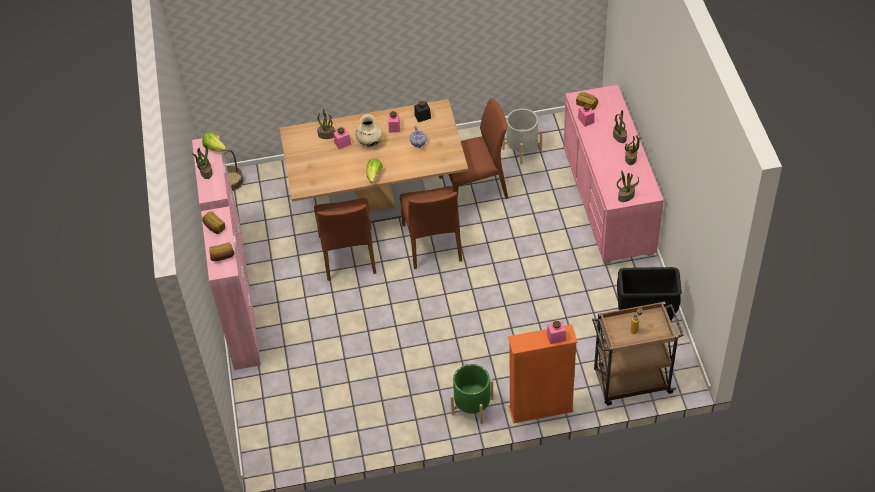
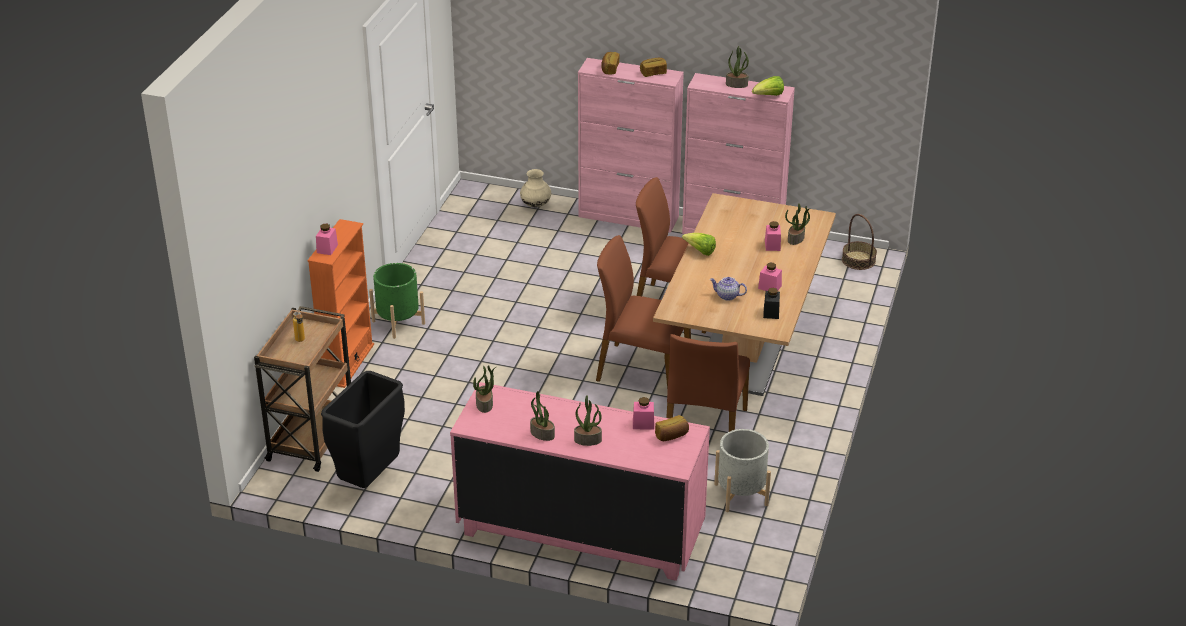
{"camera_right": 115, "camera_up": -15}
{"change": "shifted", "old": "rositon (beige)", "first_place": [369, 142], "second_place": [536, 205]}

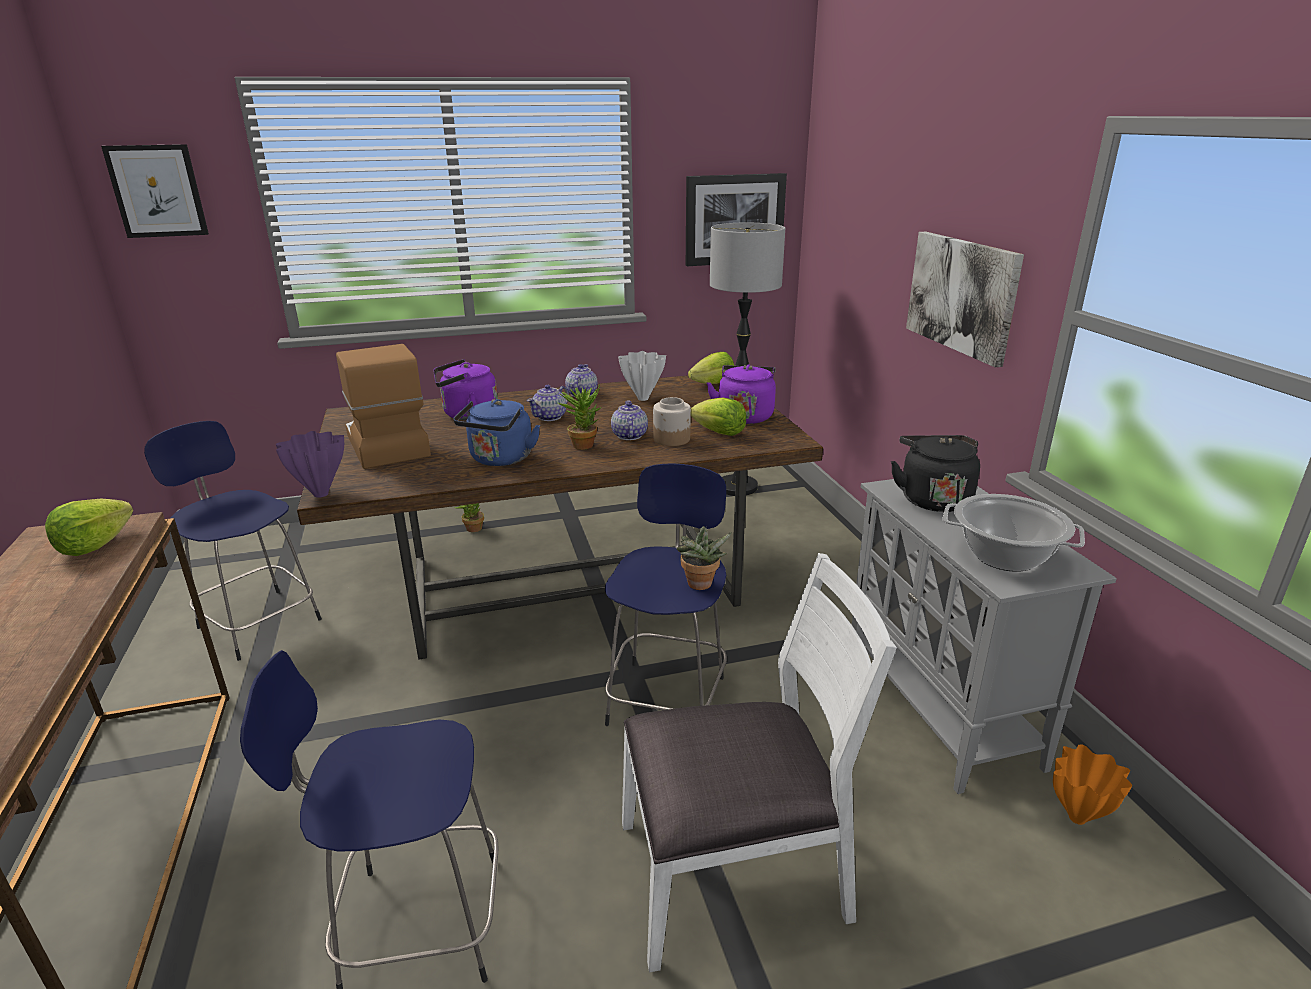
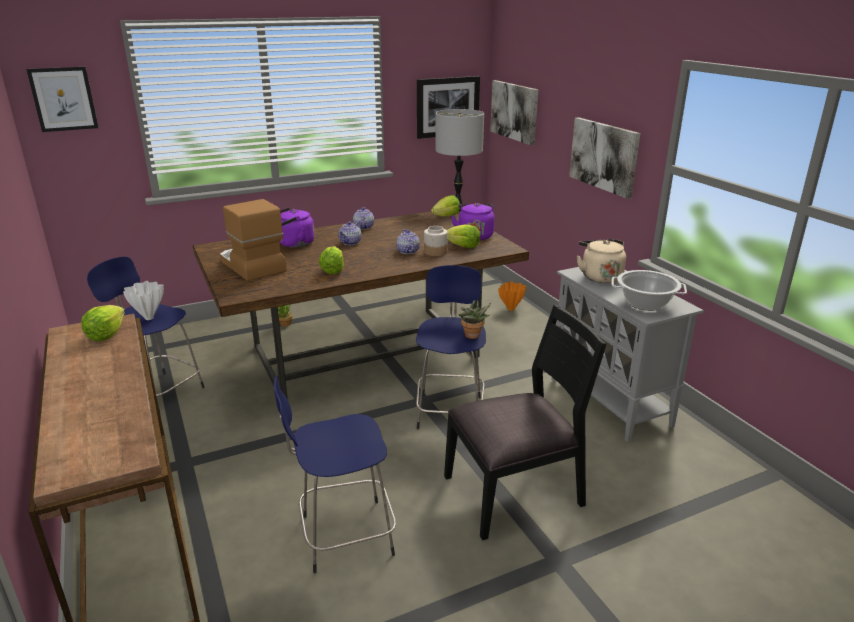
{"camera_right": -10, "camera_up": 0}
{"change": "shifted", "old": "rositon (white)", "first_place": [643, 398], "second_place": [149, 318]}
{"change": "gone", "old": "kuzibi", "first_place": [583, 444]}
{"change": "swapped", "old": "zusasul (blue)", "new": "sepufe", "first_place": [500, 459], "second_place": [333, 270]}
{"change": "gone", "old": "rositon (purple)", "first_place": [321, 493]}
{"change": "repainted", "old": "zusasul (black)", "new": "zusasul (beige)", "first_place": [932, 498], "second_place": [600, 277]}
{"change": "repainted", "old": "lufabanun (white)", "new": "lufabanun (black)", "first_place": [734, 873], "second_place": [515, 492]}
{"change": "shifted", "old": "rositon (orange)", "first_place": [1078, 818], "second_place": [511, 309]}
{"change": "new", "new": "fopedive", "second_place": [514, 111]}

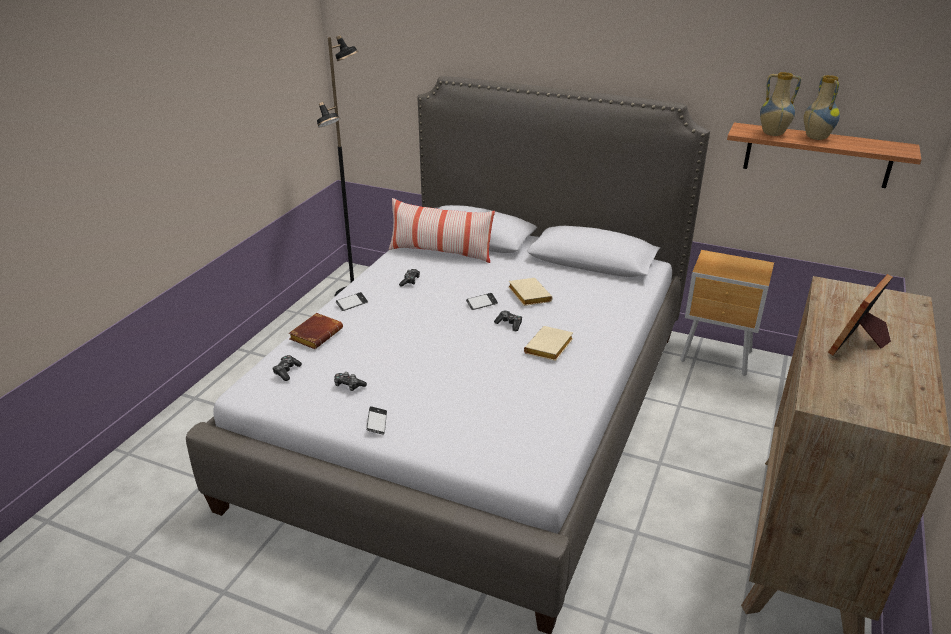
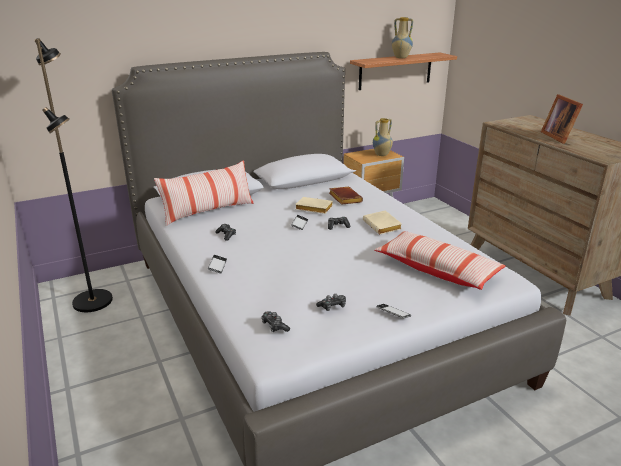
{"camera_right": -50, "camera_up": -5}
{"change": "shifted", "old": "rositon", "first_place": [772, 134], "second_place": [382, 155]}
{"change": "shifted", "old": "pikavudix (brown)", "first_place": [316, 334], "second_place": [344, 198]}
{"change": "new", "new": "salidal", "second_place": [437, 269]}

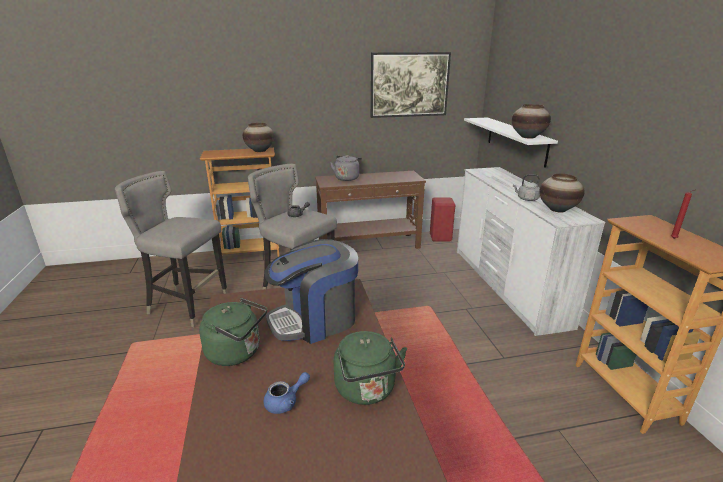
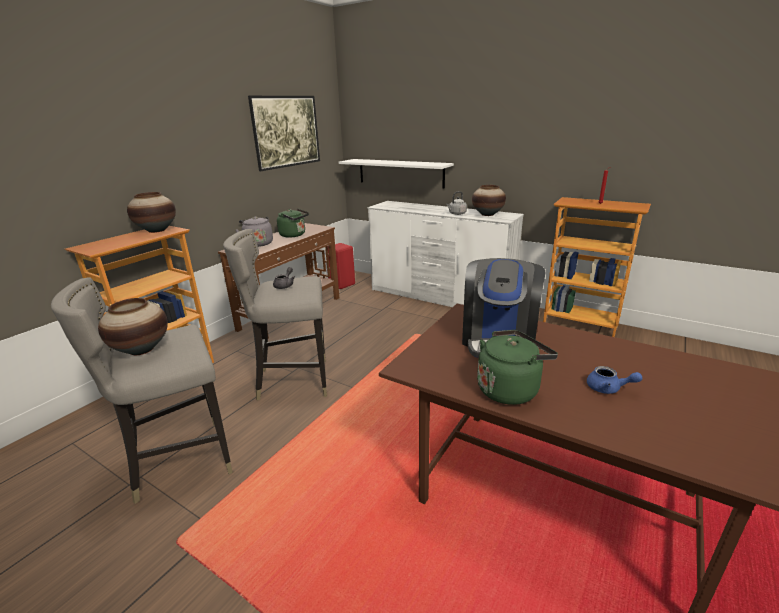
{"camera_right": -45, "camera_up": 0}
{"change": "shifted", "old": "rositon", "first_place": [528, 137], "second_place": [141, 349]}
{"change": "shifted", "old": "zusasul (green)", "first_place": [367, 390], "second_place": [294, 235]}
{"change": "rotated", "old": "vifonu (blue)", "first_place": [286, 402], "second_place": [608, 389], "degrees": 105}

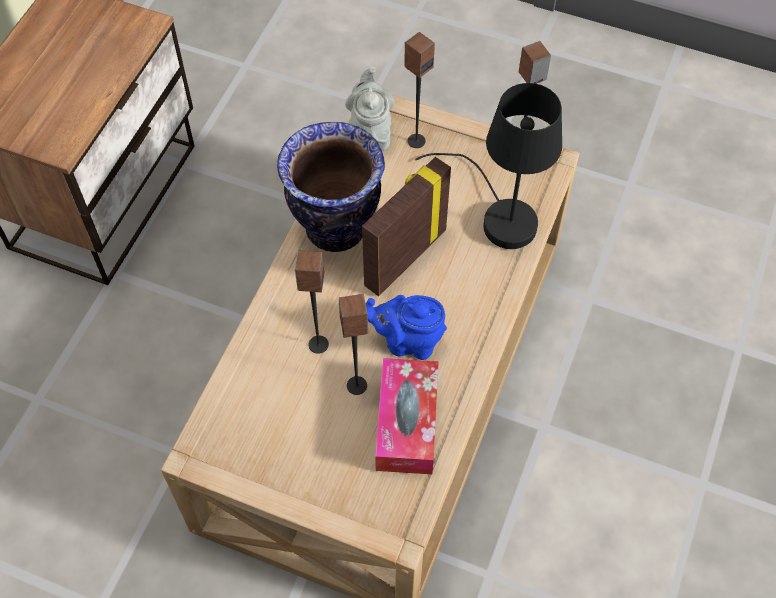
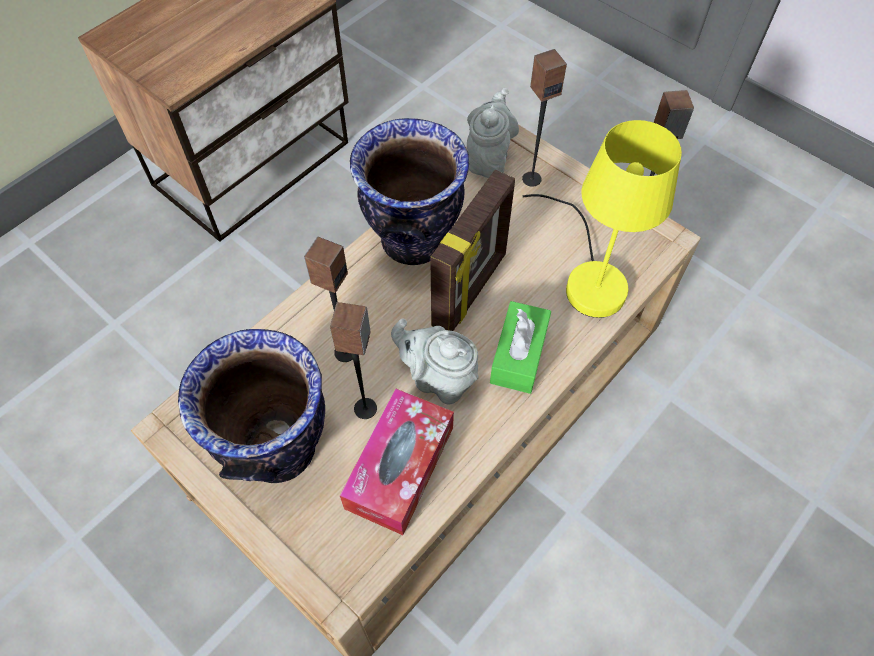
{"camera_right": 20, "camera_up": 0}
{"change": "repainted", "old": "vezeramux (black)", "new": "vezeramux (yellow)", "first_place": [499, 214], "second_place": [589, 276]}
{"change": "rotated", "old": "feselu", "first_place": [404, 257], "second_place": [471, 290], "degrees": 150}
{"change": "repainted", "old": "vifonu (blue)", "new": "vifonu (grey)", "first_place": [408, 341], "second_place": [438, 379]}
{"change": "new", "new": "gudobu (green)", "second_place": [519, 355]}
{"change": "new", "new": "rositon", "second_place": [277, 448]}

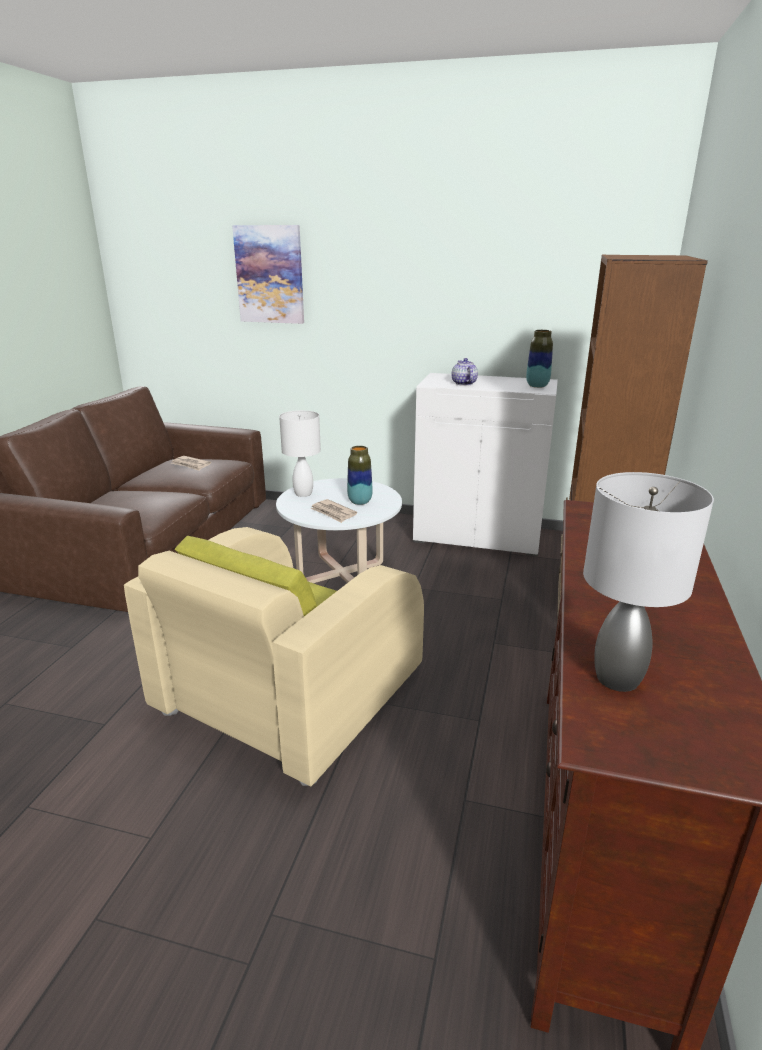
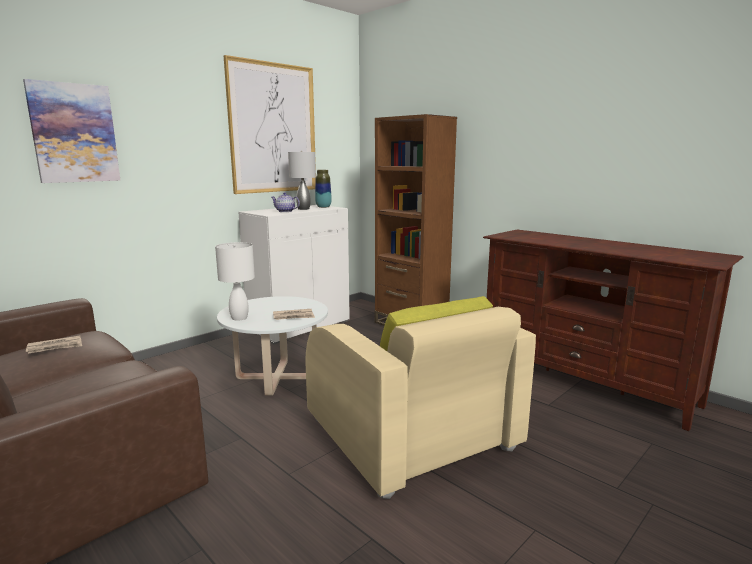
{"camera_right": -60, "camera_up": -10}
{"change": "gone", "old": "rositon", "first_place": [360, 502]}
{"change": "shifted", "old": "vezeramux (grey)", "first_place": [617, 679], "second_place": [304, 209]}
{"change": "new", "new": "fopedive", "second_place": [273, 129]}

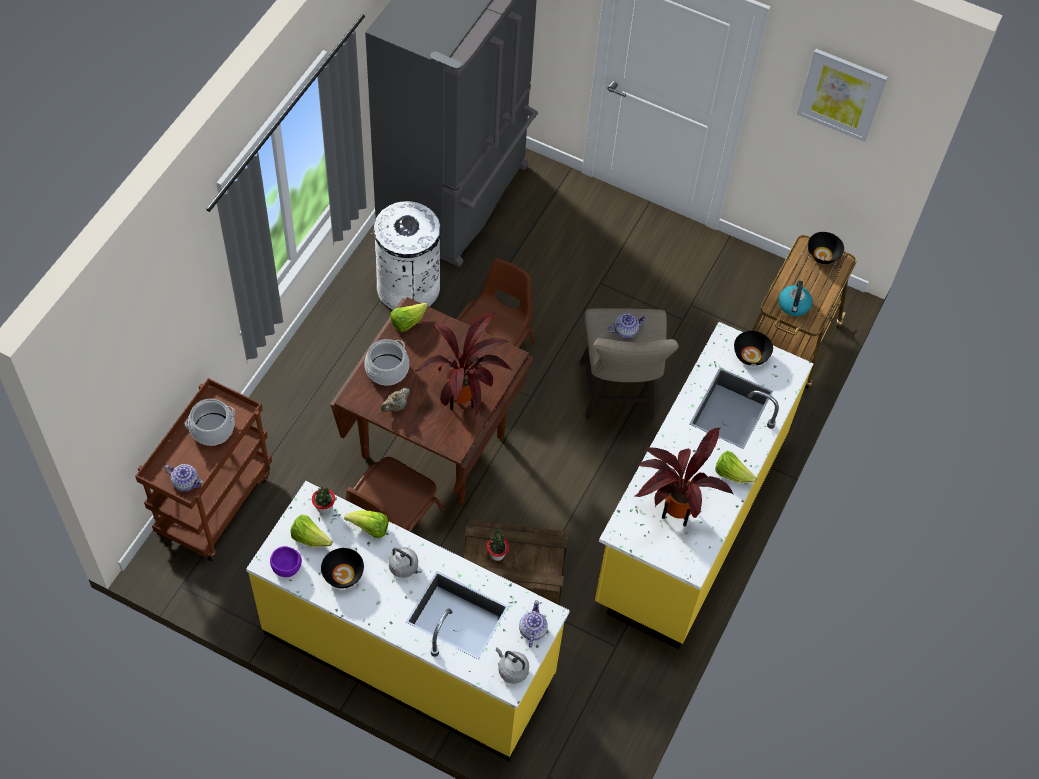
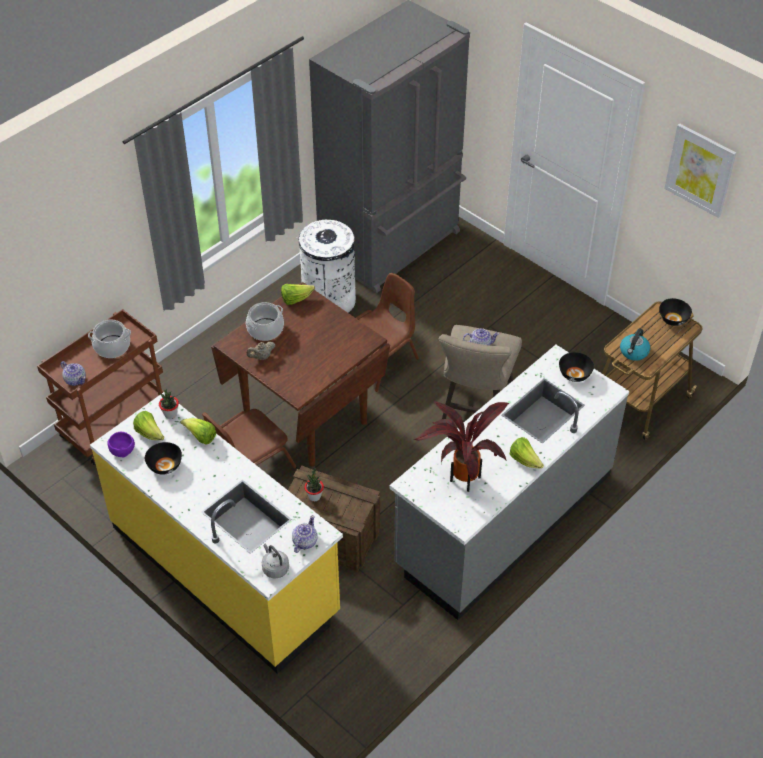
{"camera_right": 20, "camera_up": -10}
{"change": "gone", "old": "kuzibi", "first_place": [464, 399]}
{"change": "repainted", "old": "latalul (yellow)", "new": "latalul (grey)", "first_place": [689, 520], "second_place": [503, 520]}
{"change": "gone", "old": "zusasul (grey)", "first_place": [405, 567]}

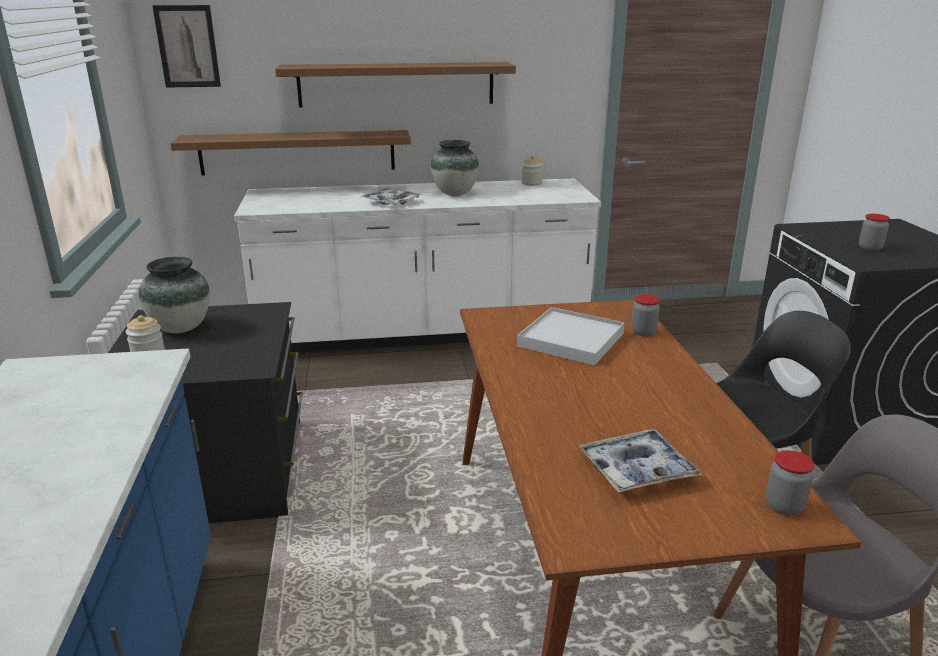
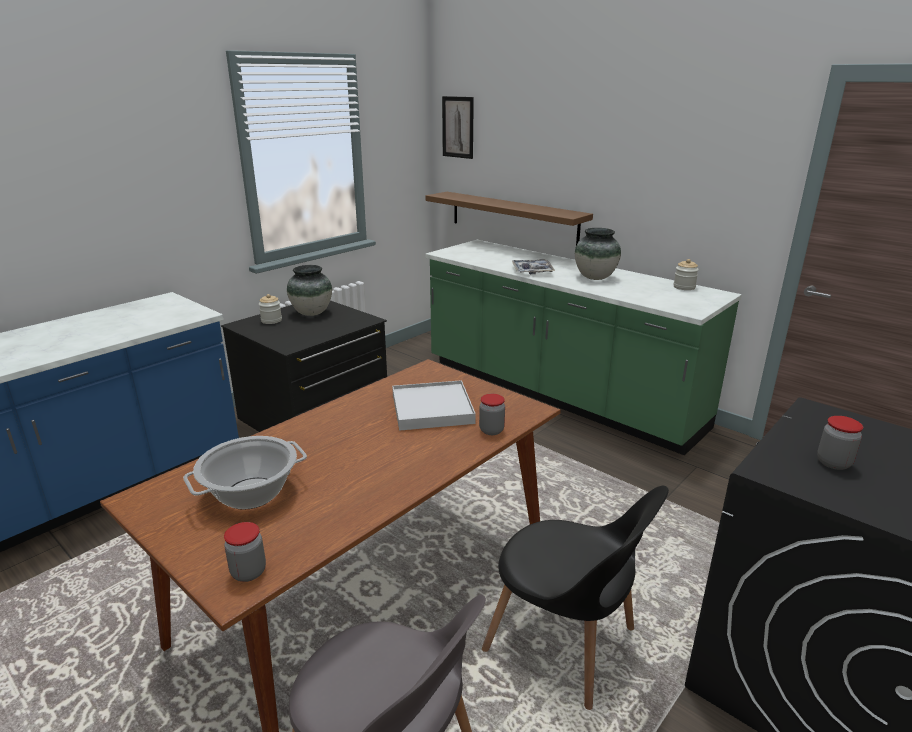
{"camera_right": 50, "camera_up": 0}
{"change": "gone", "old": "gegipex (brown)", "first_place": [396, 84]}
{"change": "repainted", "old": "latalul (white)", "new": "latalul (green)", "first_place": [423, 334], "second_place": [557, 394]}
{"change": "swapped", "old": "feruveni", "new": "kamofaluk", "first_place": [637, 470], "second_place": [251, 494]}

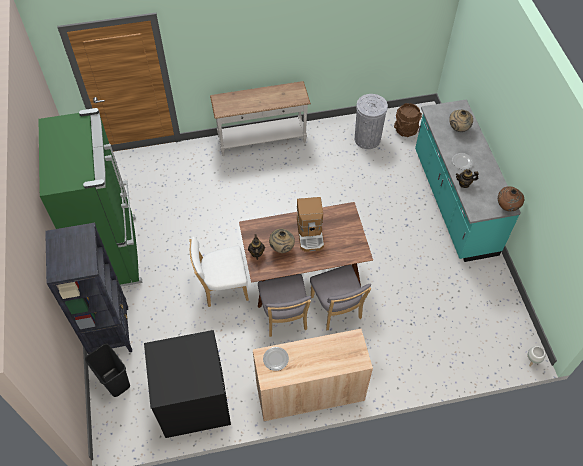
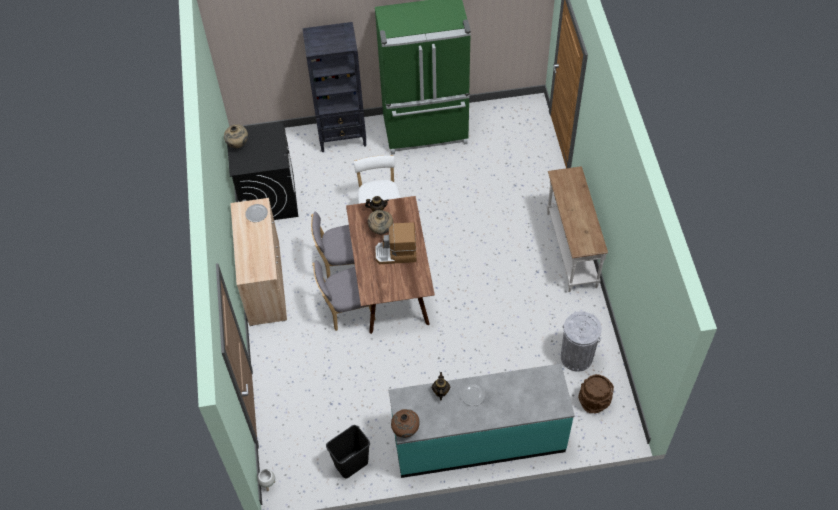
{"camera_right": 95, "camera_up": 0}
{"change": "shifted", "old": "rositon (beige)", "first_place": [458, 129], "second_place": [238, 144]}
{"change": "shifted", "old": "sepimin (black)", "first_place": [115, 382], "second_place": [351, 463]}

